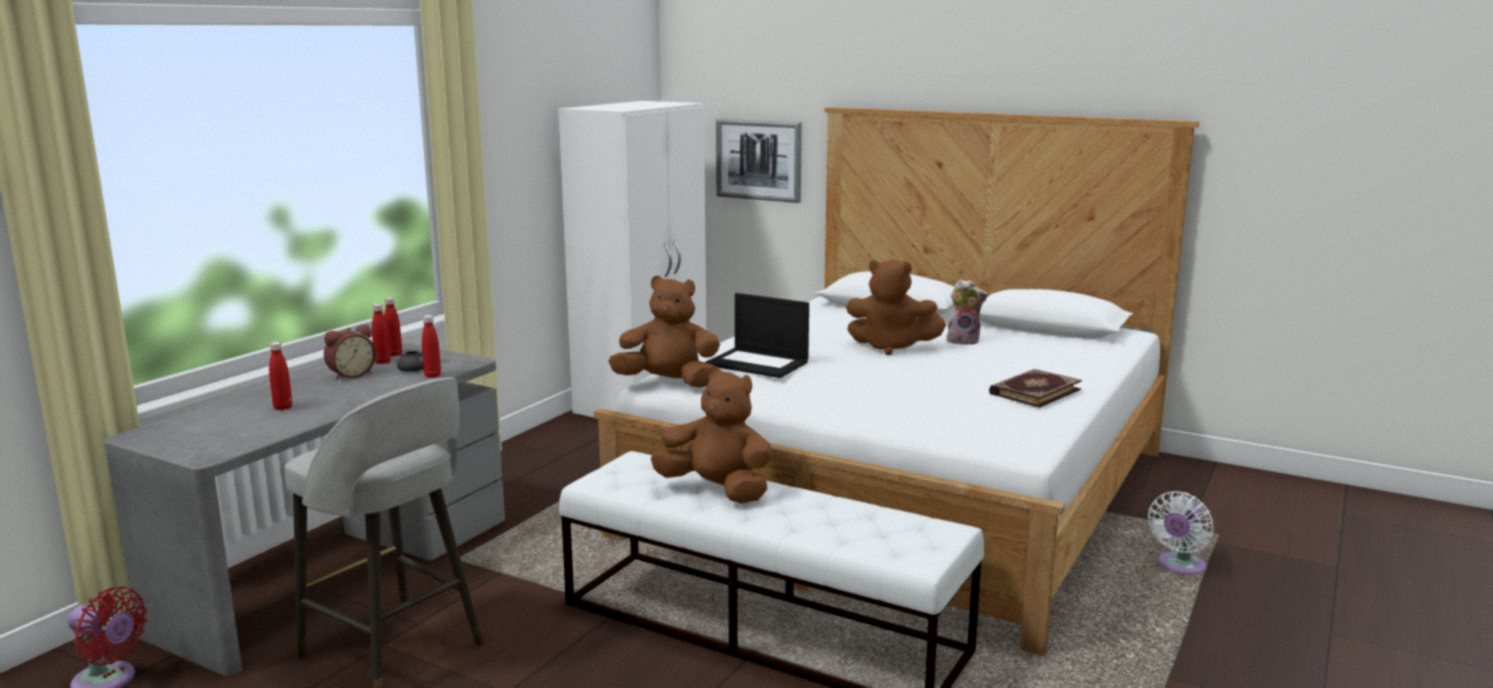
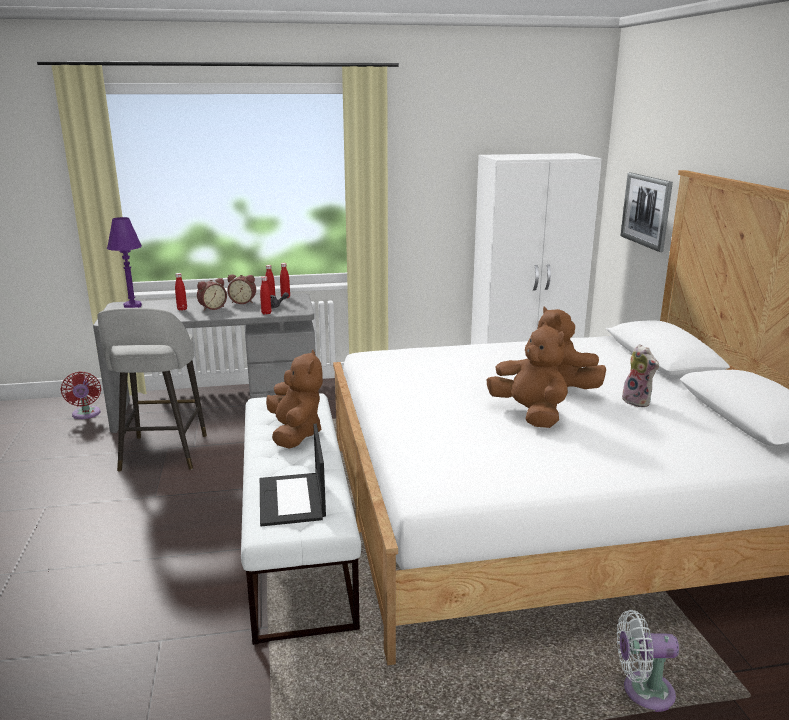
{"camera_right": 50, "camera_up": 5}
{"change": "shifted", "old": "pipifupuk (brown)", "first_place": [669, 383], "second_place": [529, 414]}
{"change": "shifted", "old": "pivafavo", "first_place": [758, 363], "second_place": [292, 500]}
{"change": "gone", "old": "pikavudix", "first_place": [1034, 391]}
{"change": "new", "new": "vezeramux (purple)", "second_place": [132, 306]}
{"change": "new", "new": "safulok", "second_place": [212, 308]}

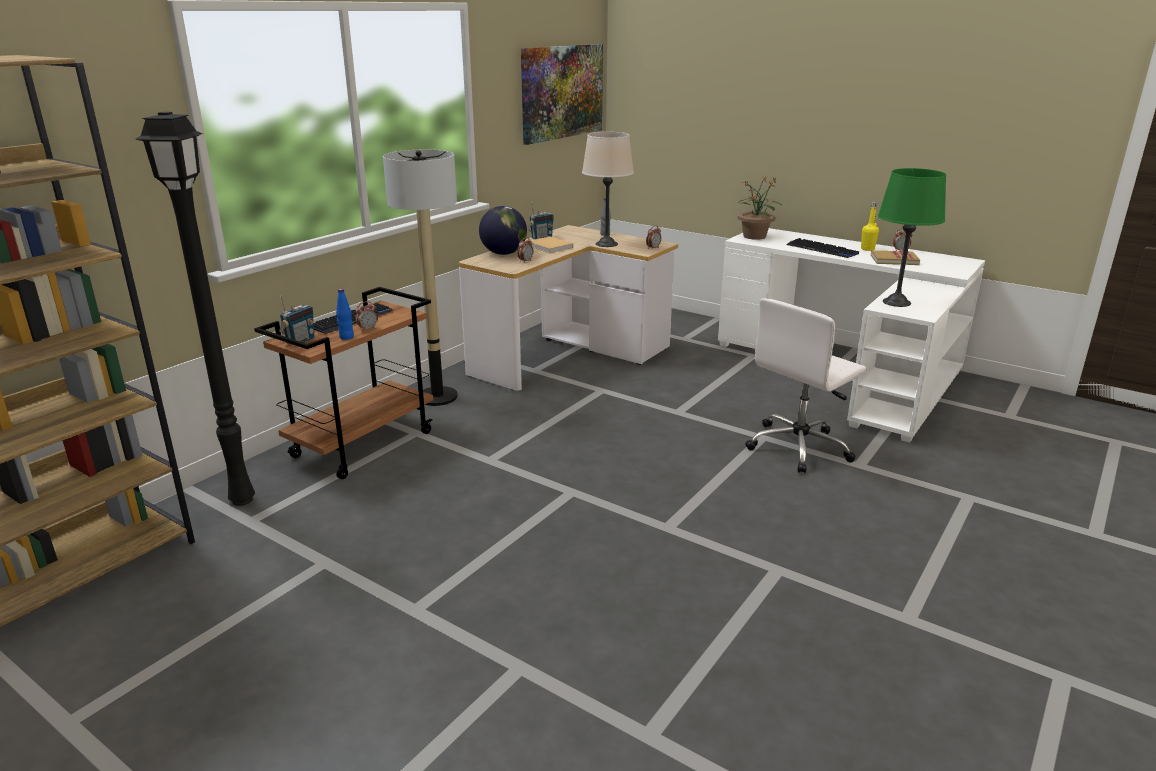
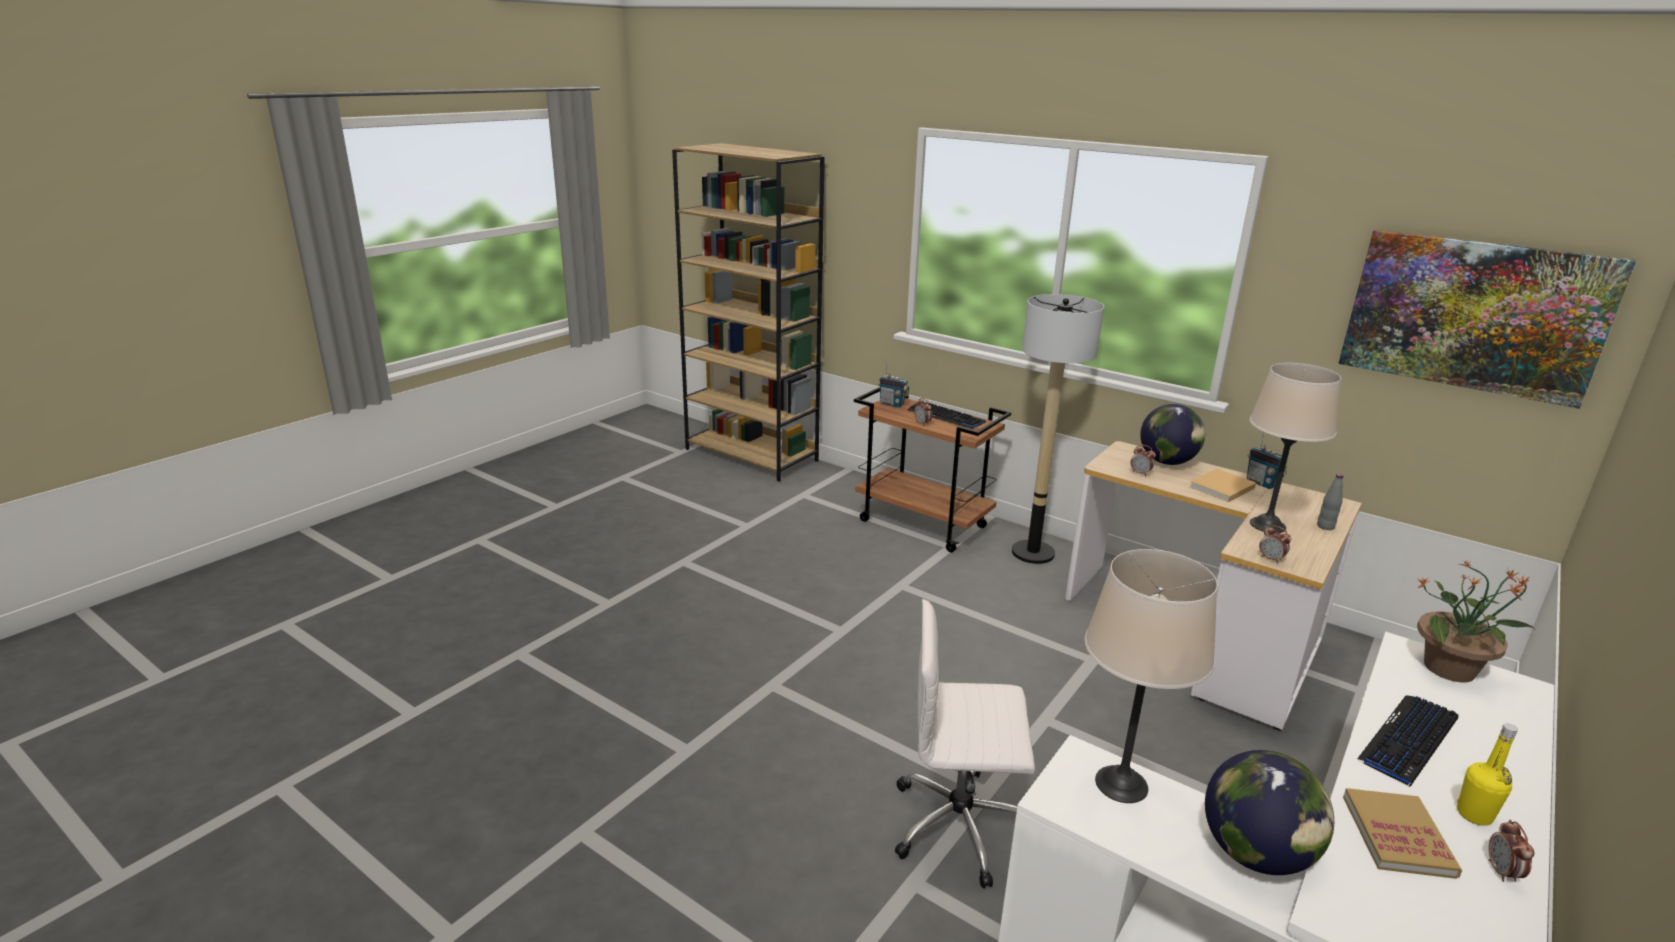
{"camera_right": 90, "camera_up": 0}
{"change": "gone", "old": "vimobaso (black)", "first_place": [241, 499]}
{"change": "repainted", "old": "vezeramux (green)", "new": "vezeramux (beige)", "first_place": [896, 302], "second_place": [1121, 784]}
{"change": "gone", "old": "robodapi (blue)", "first_place": [346, 337]}
{"change": "rotated", "old": "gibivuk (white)", "first_place": [799, 447], "second_place": [961, 825], "degrees": -45}
{"change": "new", "new": "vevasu", "second_place": [1256, 855]}

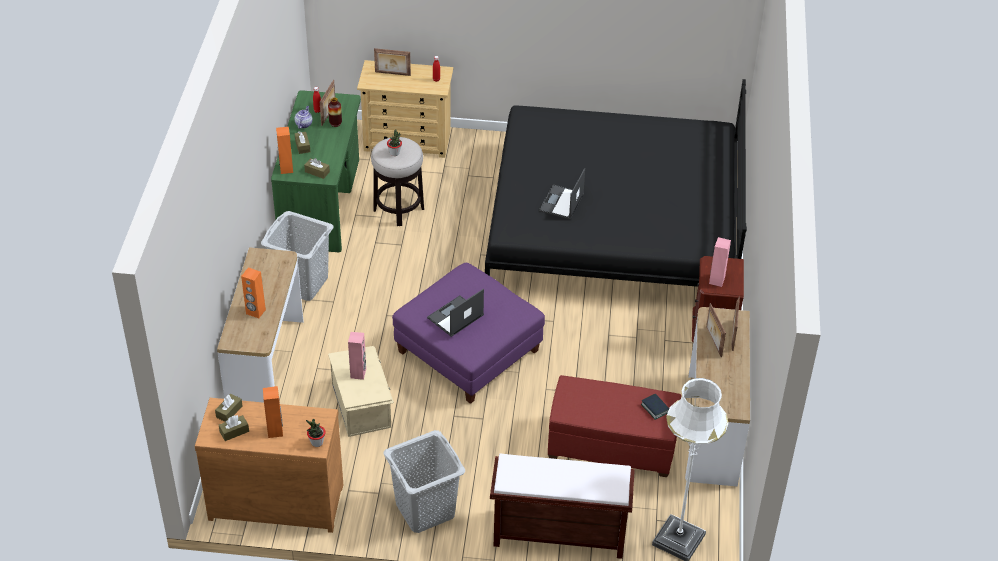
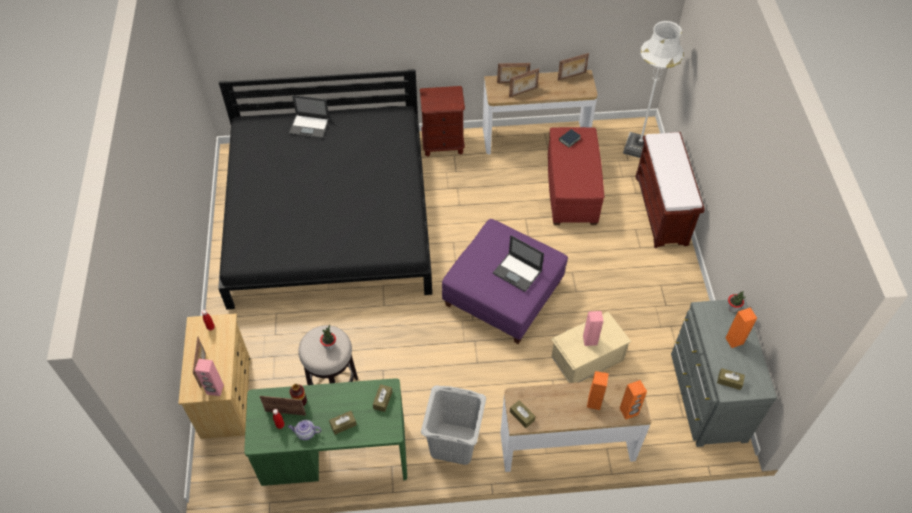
{"camera_right": -100, "camera_up": 10}
{"change": "shifted", "old": "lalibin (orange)", "first_place": [286, 169], "second_place": [629, 412]}
{"change": "shifted", "old": "pivafavo", "first_place": [561, 203], "second_place": [310, 126]}
{"change": "shifted", "old": "lalibin (pink)", "first_place": [716, 280], "second_place": [215, 389]}
{"change": "repainted", "old": "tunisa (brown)", "new": "tunisa (grey)", "first_place": [276, 499], "second_place": [706, 397]}
{"change": "shifted", "old": "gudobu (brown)", "first_place": [234, 431], "second_place": [522, 416]}
{"change": "gone", "old": "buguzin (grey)", "first_place": [424, 509]}
{"change": "new", "new": "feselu", "second_place": [572, 76]}

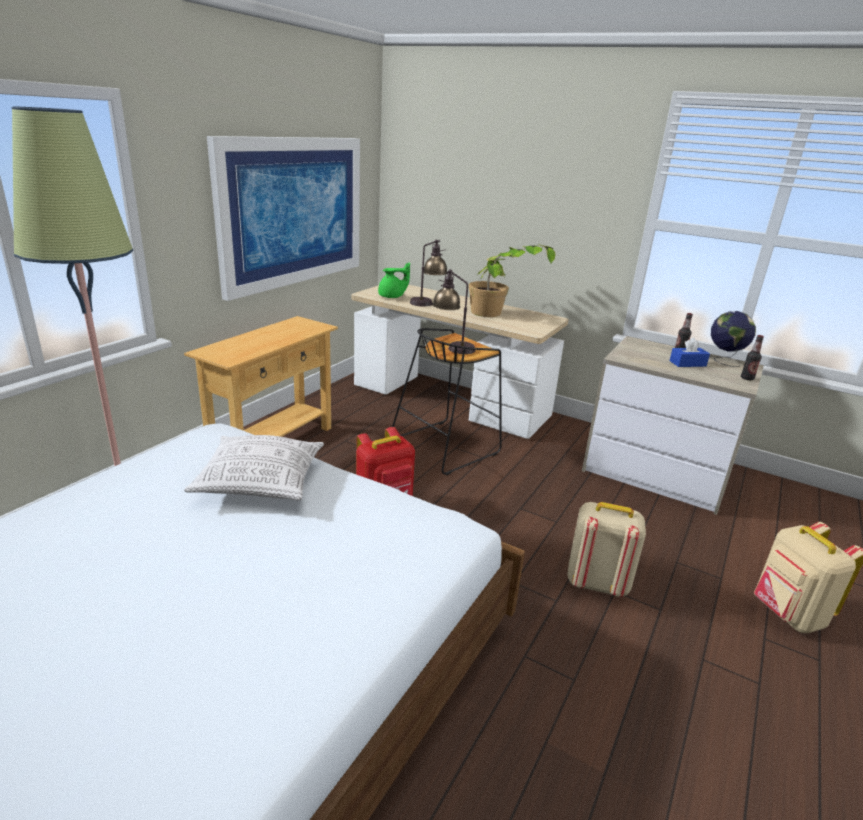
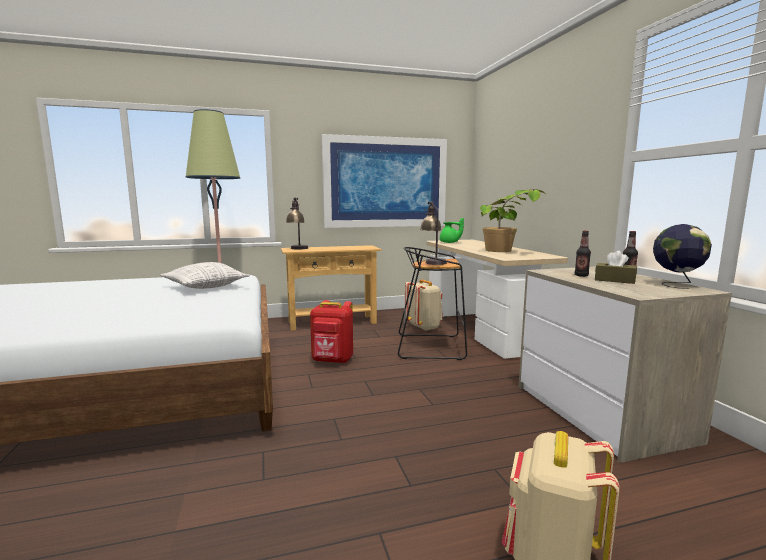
{"camera_right": 45, "camera_up": -15}
{"change": "shifted", "old": "vezeramux", "first_place": [427, 305], "second_place": [298, 249]}
{"change": "shifted", "old": "robodapi", "first_place": [747, 378], "second_place": [581, 275]}
{"change": "repainted", "old": "gudobu (blue)", "new": "gudobu (brown)", "first_place": [687, 363], "second_place": [614, 280]}
{"change": "shifted", "old": "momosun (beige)", "first_place": [596, 583], "second_place": [424, 327]}

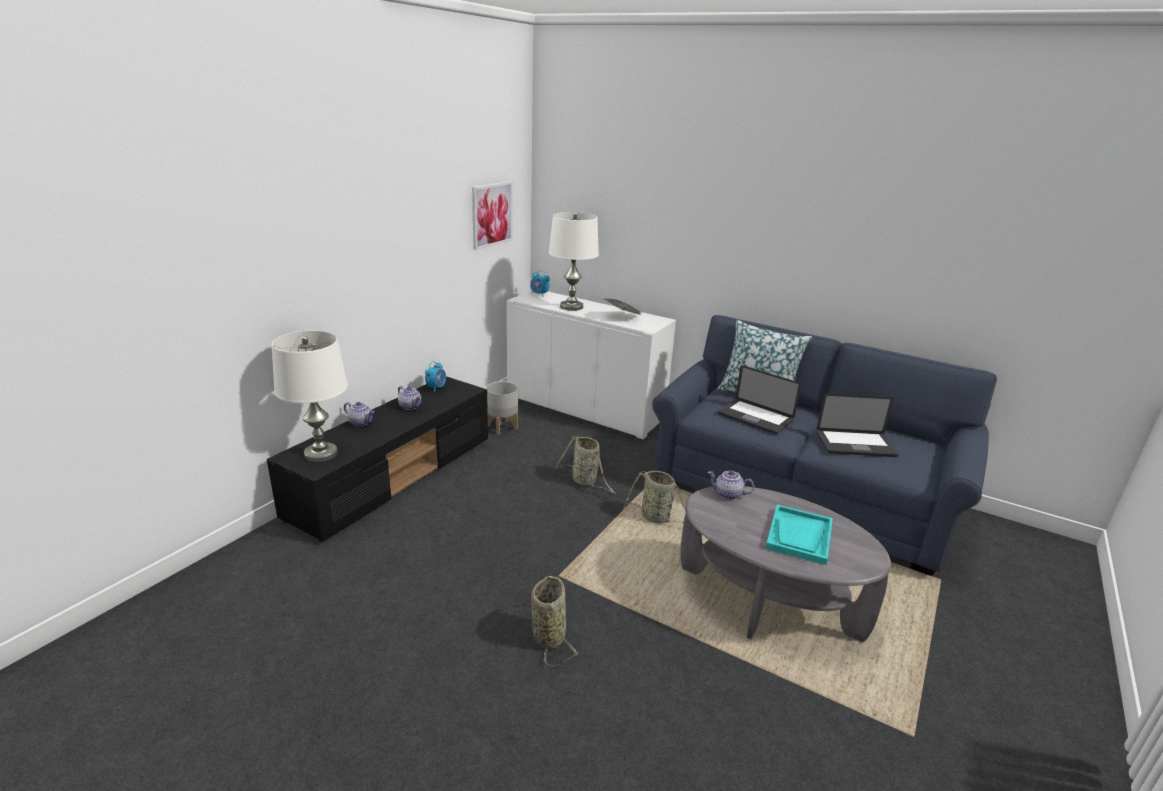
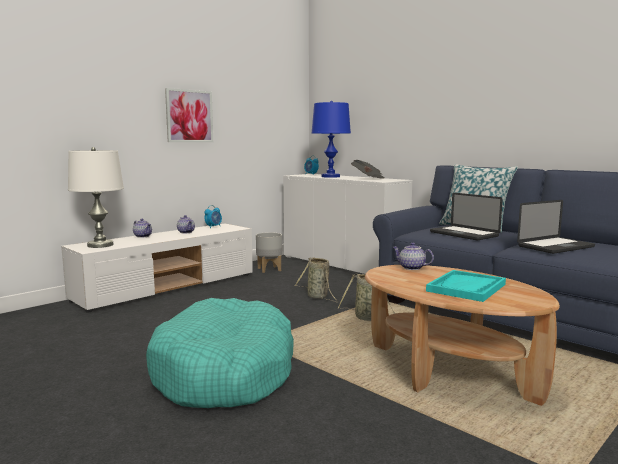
{"camera_right": 15, "camera_up": -15}
{"change": "shifted", "old": "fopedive", "first_place": [492, 215], "second_place": [189, 116]}
{"change": "repainted", "old": "vezeramux (white)", "new": "vezeramux (blue)", "first_place": [571, 307], "second_place": [330, 176]}
{"change": "repainted", "old": "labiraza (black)", "new": "labiraza (white)", "first_place": [395, 476], "second_place": [168, 287]}
{"change": "rotated", "old": "pivafavo", "first_place": [855, 445], "second_place": [555, 246], "degrees": -45}
{"change": "repainted", "old": "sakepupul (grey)", "new": "sakepupul (brown)", "first_place": [767, 603], "second_place": [448, 373]}
{"change": "swapped", "old": "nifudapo", "new": "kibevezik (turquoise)", "first_place": [548, 634], "second_place": [225, 372]}

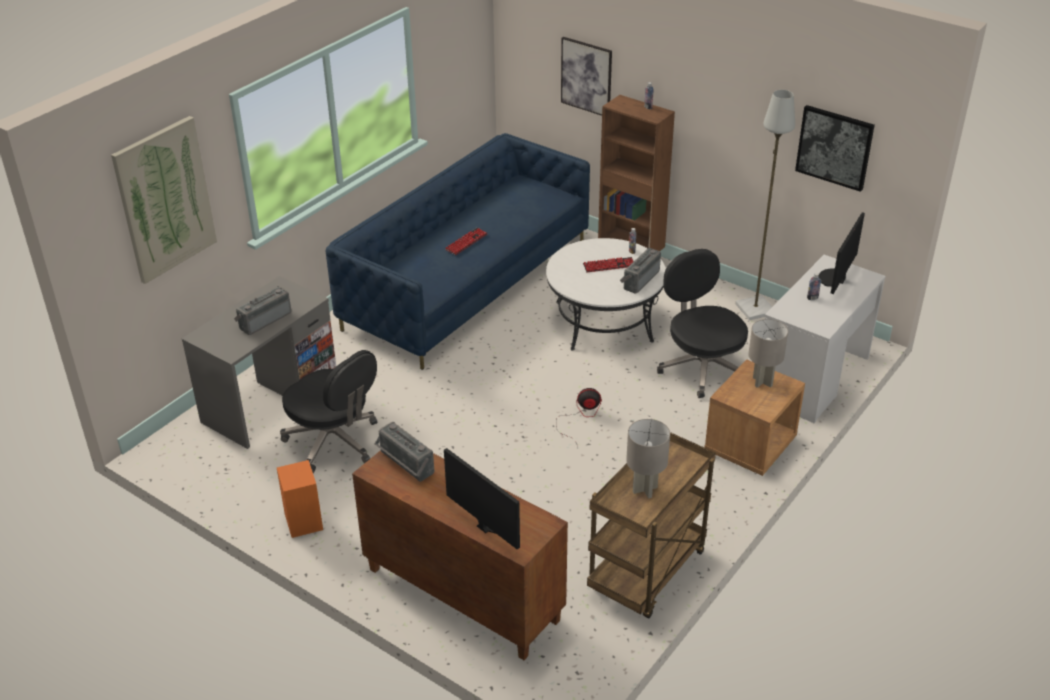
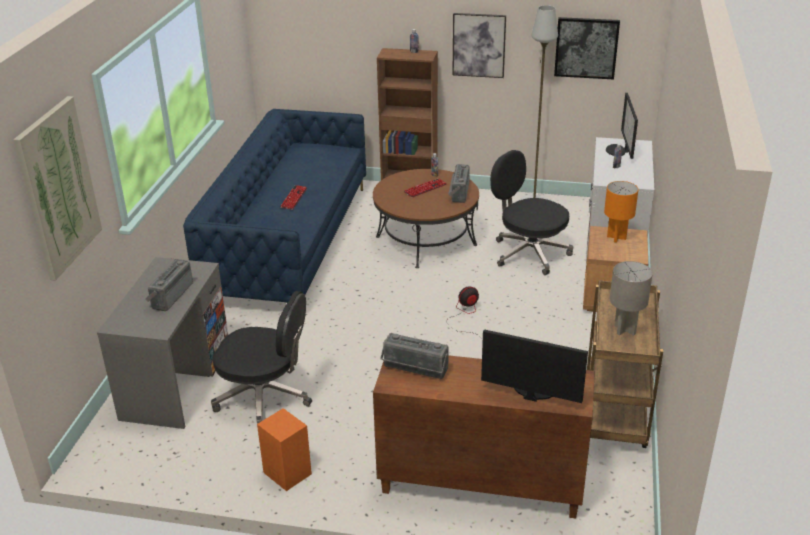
{"camera_right": -25, "camera_up": -5}
{"change": "shifted", "old": "fopedive", "first_place": [586, 76], "second_place": [479, 45]}
{"change": "repainted", "old": "sakepupul (white)", "new": "sakepupul (brown)", "first_place": [604, 321], "second_place": [426, 240]}
{"change": "repainted", "old": "vezeramux (grey)", "new": "vezeramux (orange)", "first_place": [762, 382], "second_place": [616, 238]}

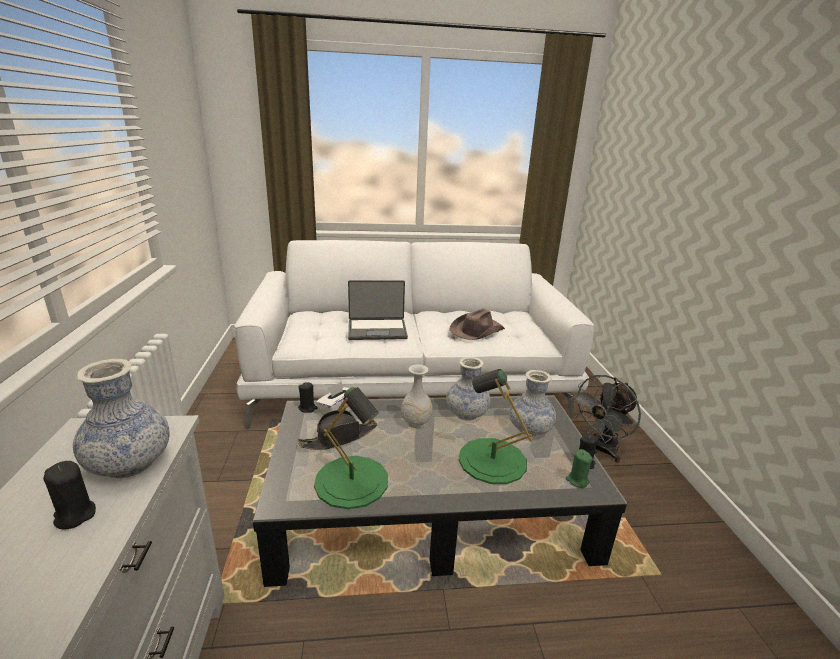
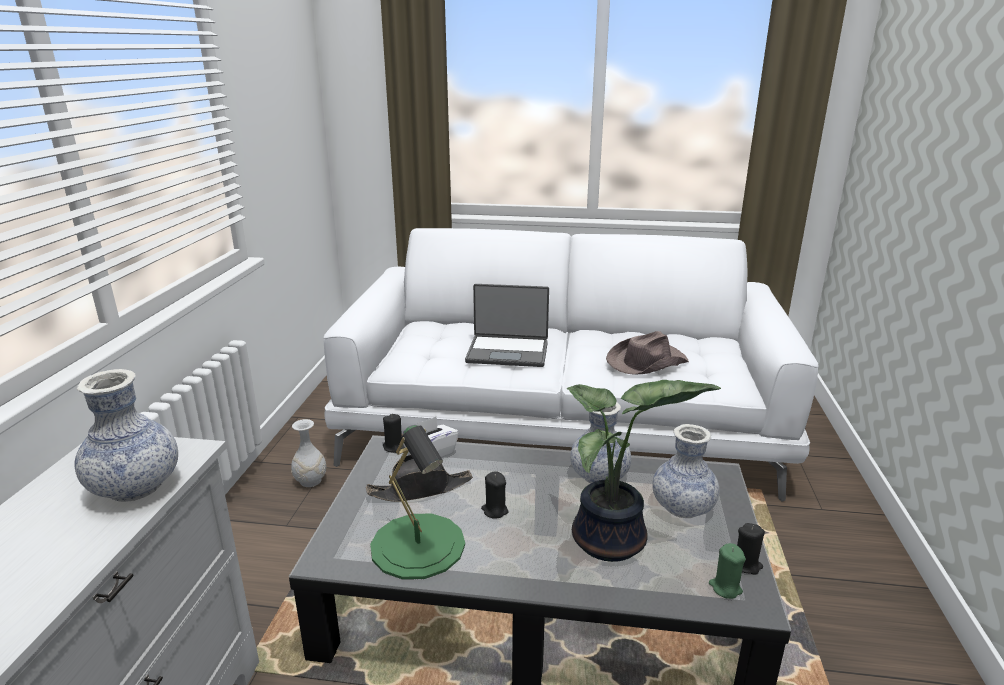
{"camera_right": 15, "camera_up": 0}
{"change": "shifted", "old": "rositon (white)", "first_place": [415, 422], "second_place": [310, 481]}
{"change": "swapped", "old": "vezeramux (green)", "new": "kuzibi", "first_place": [492, 460], "second_place": [611, 543]}
{"change": "gone", "old": "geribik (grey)", "first_place": [599, 449]}
{"change": "shifted", "old": "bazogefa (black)", "first_place": [75, 515], "second_place": [495, 510]}

